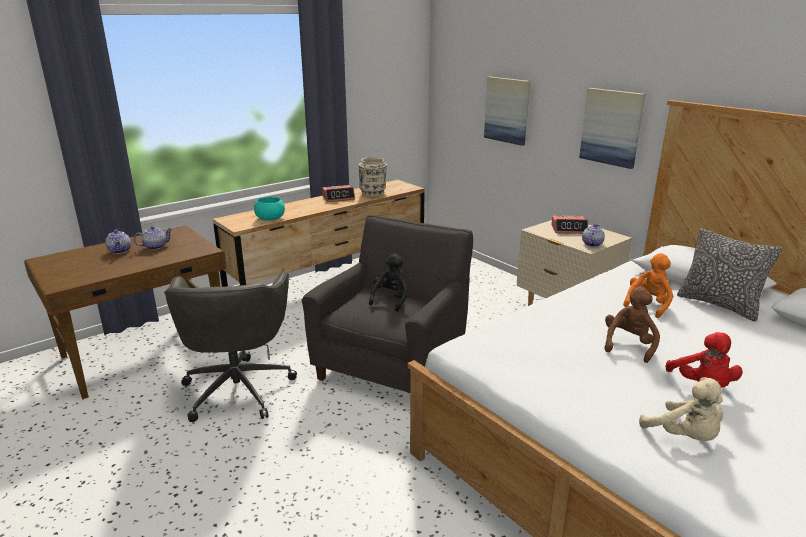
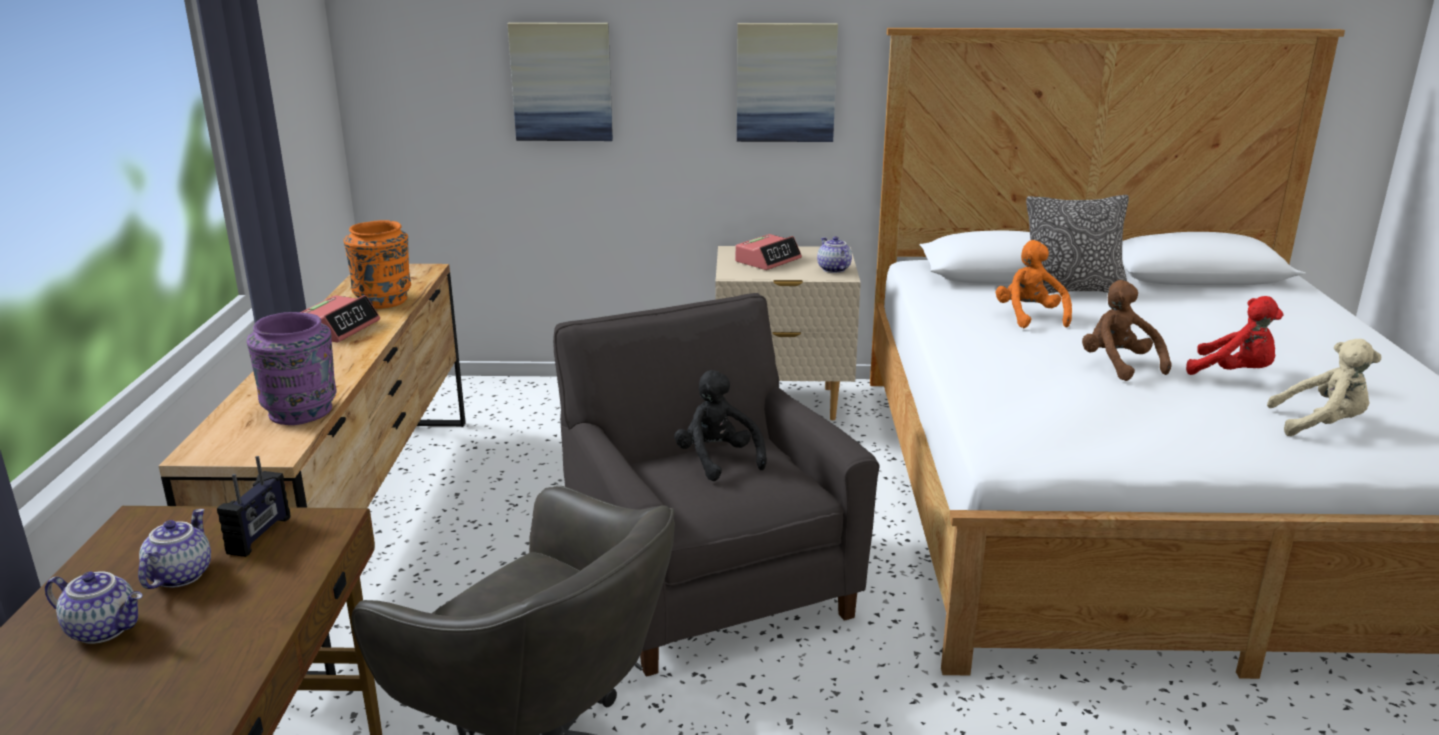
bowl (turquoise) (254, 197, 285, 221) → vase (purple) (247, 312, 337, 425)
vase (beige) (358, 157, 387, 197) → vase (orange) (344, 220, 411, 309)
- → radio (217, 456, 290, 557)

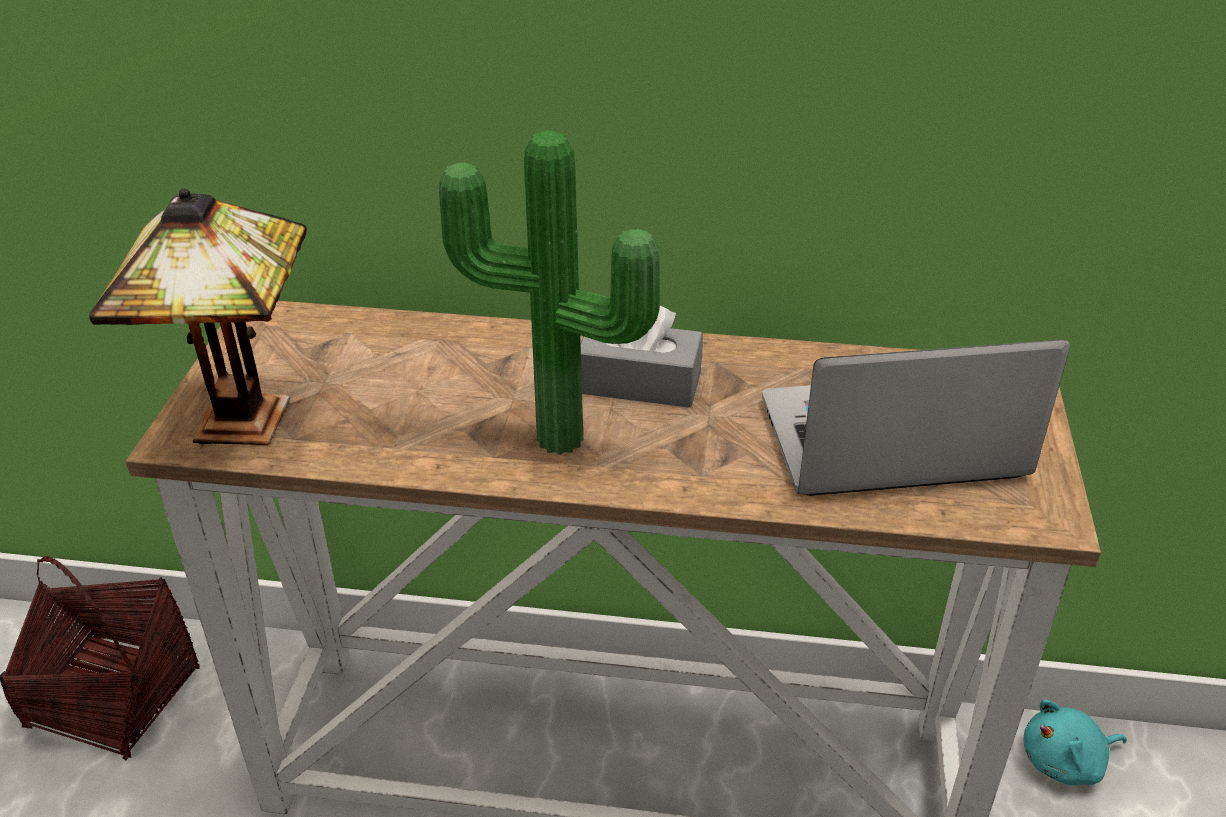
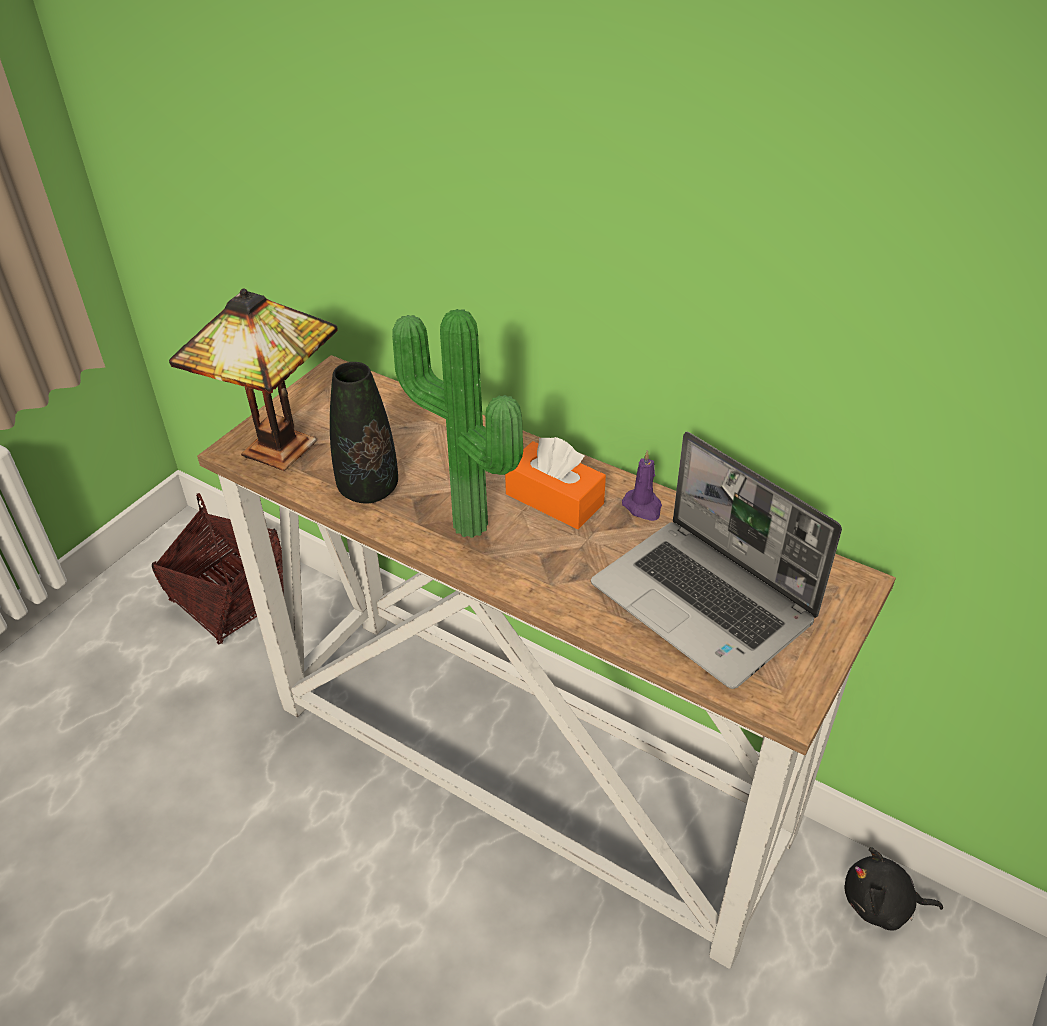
tissue box (grey) (581, 306, 703, 408) → tissue box (orange) (505, 437, 606, 529)
laptop (762, 339, 1070, 496) → laptop (591, 432, 842, 689), 150 degrees counterclockwise
plush toy (turquoise) (1024, 699, 1127, 785) → plush toy (black) (844, 847, 943, 930)
- → vase (black) (330, 362, 398, 504)
- → candle (purple) (622, 450, 662, 521)

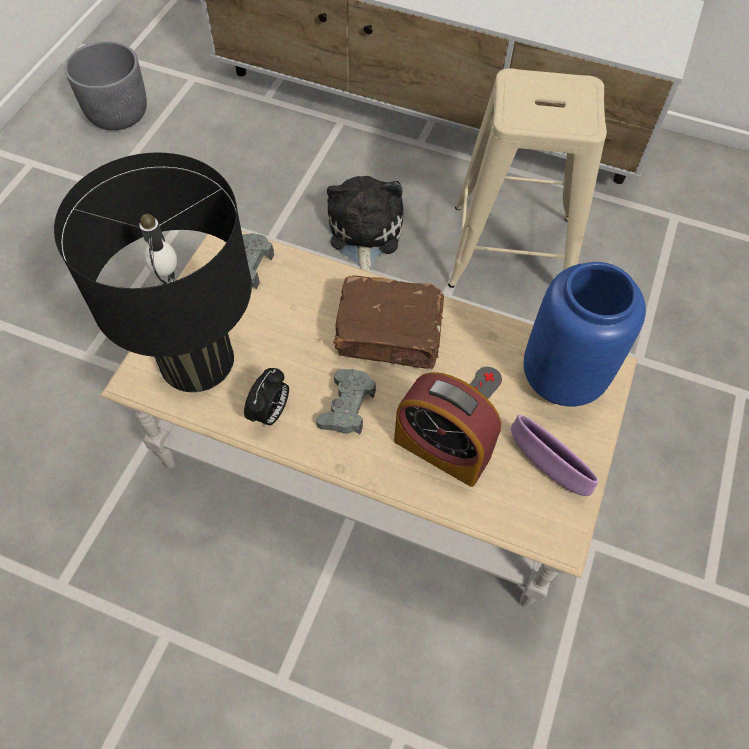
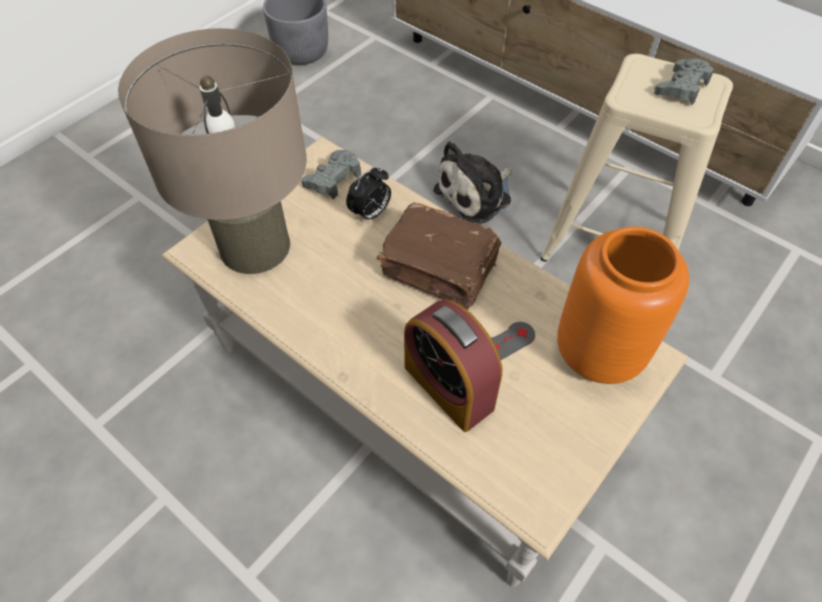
table lamp (black) (54, 153, 252, 392) → table lamp (beige) (118, 28, 307, 274)
alarm clock (244, 368, 289, 427) → alarm clock (346, 166, 391, 223), shifted
game controller (grey) (316, 369, 376, 434) → game controller (grey) (654, 58, 714, 105), shifted
plush toy (327, 176, 403, 272) → plush toy (433, 141, 512, 223), 150 degrees counterclockwise
bowl (purple) (511, 415, 598, 496) → -
vase (blue) (523, 262, 646, 406) → vase (orange) (557, 226, 689, 384)

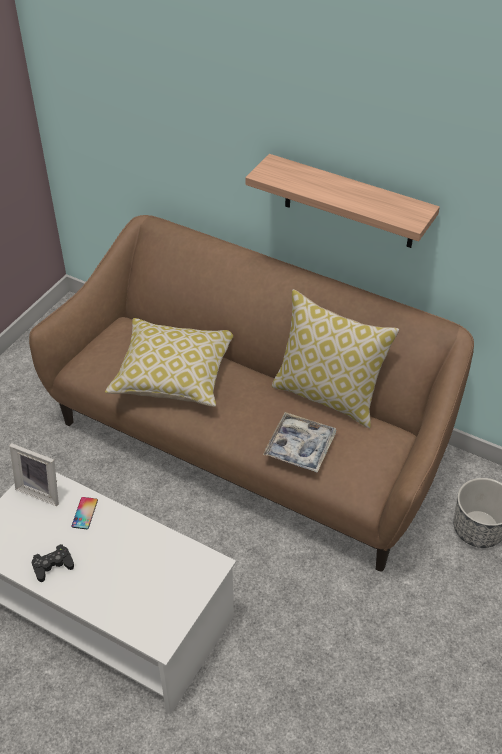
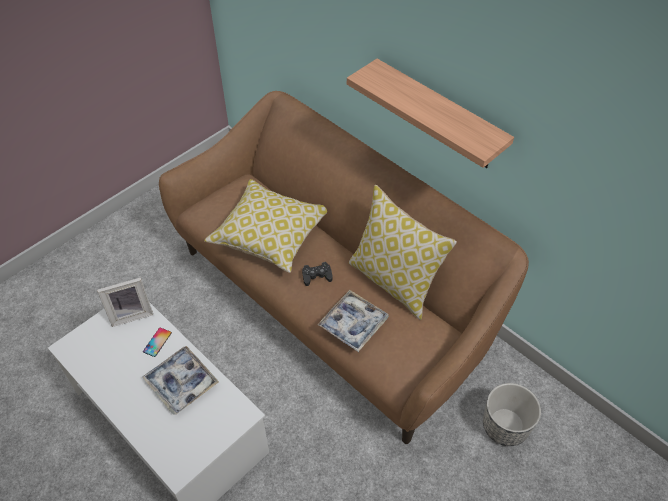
picture frame (9, 443, 59, 506) → picture frame (97, 278, 153, 327), 60 degrees counterclockwise
game controller (black) (32, 544, 74, 582) → game controller (black) (302, 262, 333, 286), shifted
- → tray (142, 346, 219, 415)

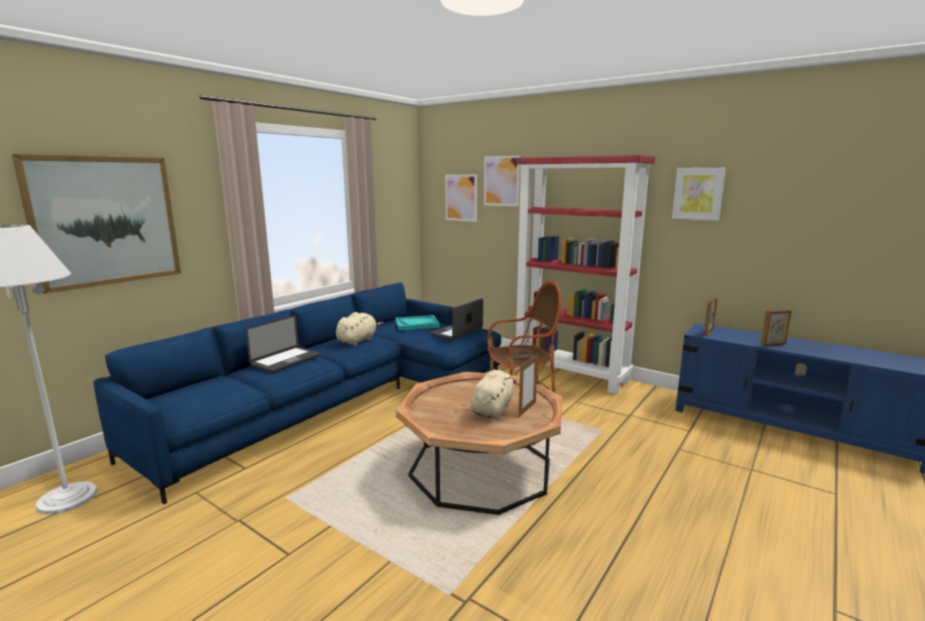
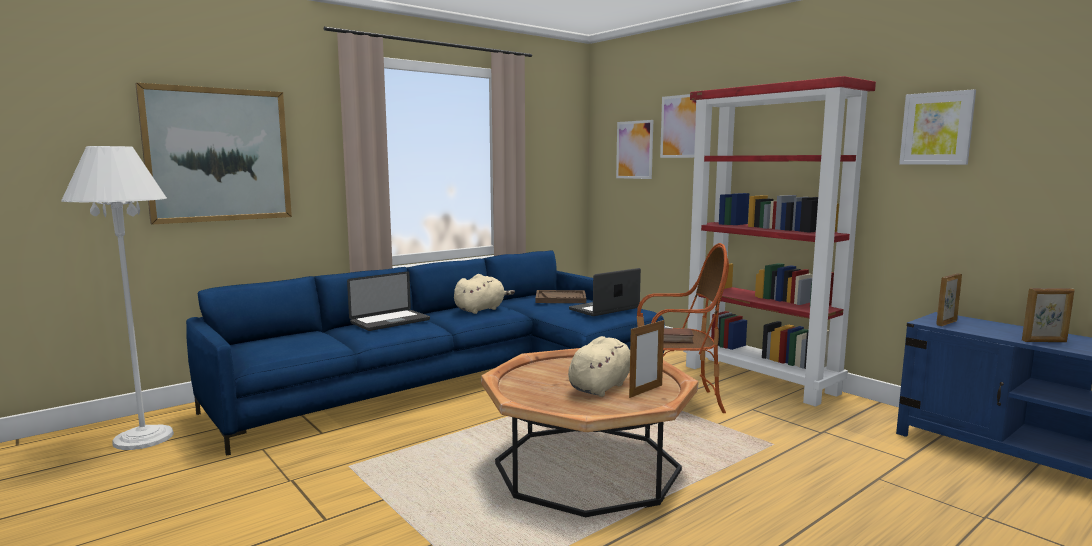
tray (turquoise) (395, 315, 440, 330) → tray (brown) (536, 290, 586, 303)

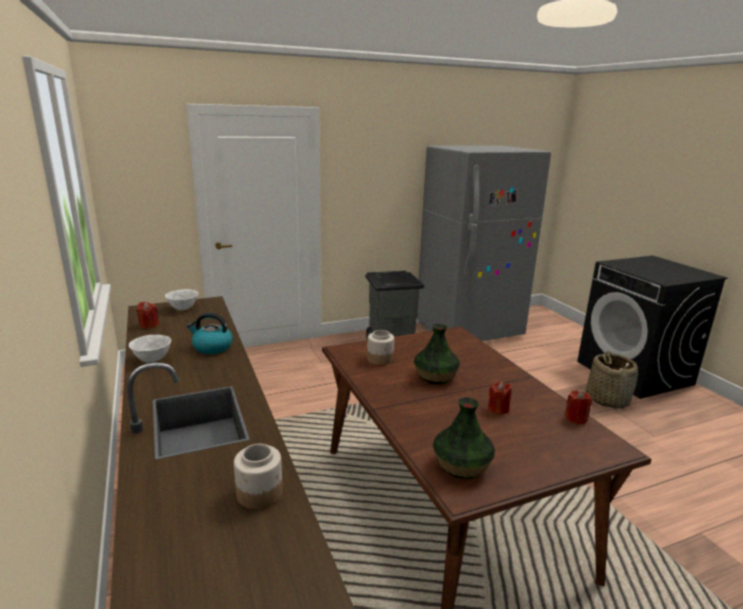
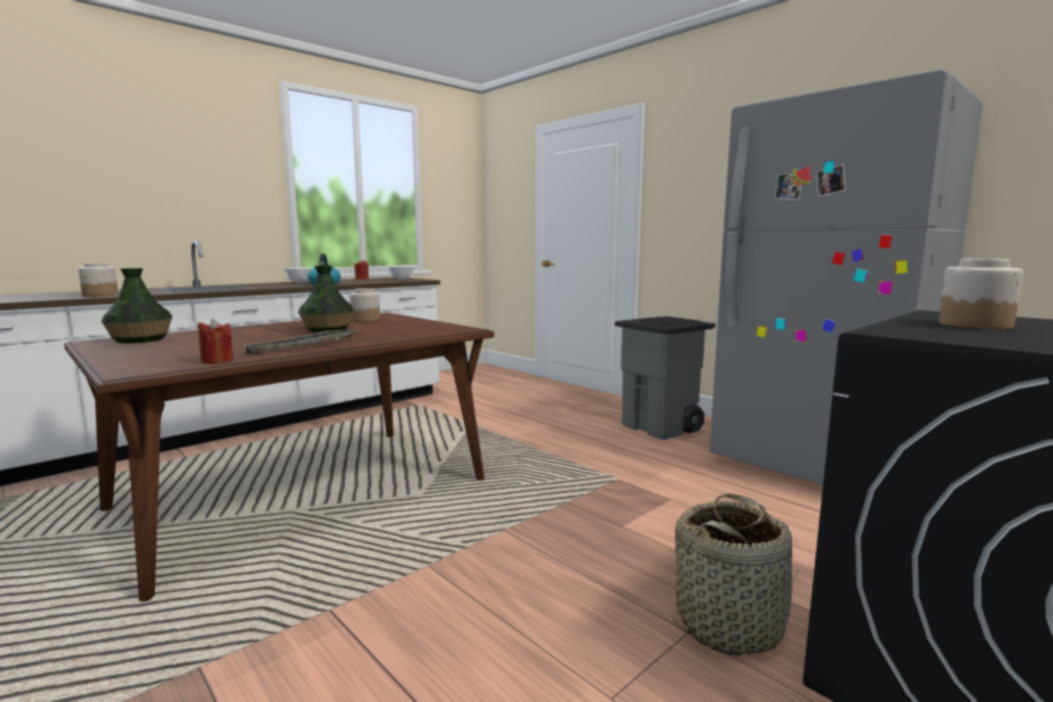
candle (red) (488, 382, 512, 414) → -
- → tray (244, 329, 357, 355)
- → jar (939, 259, 1023, 329)

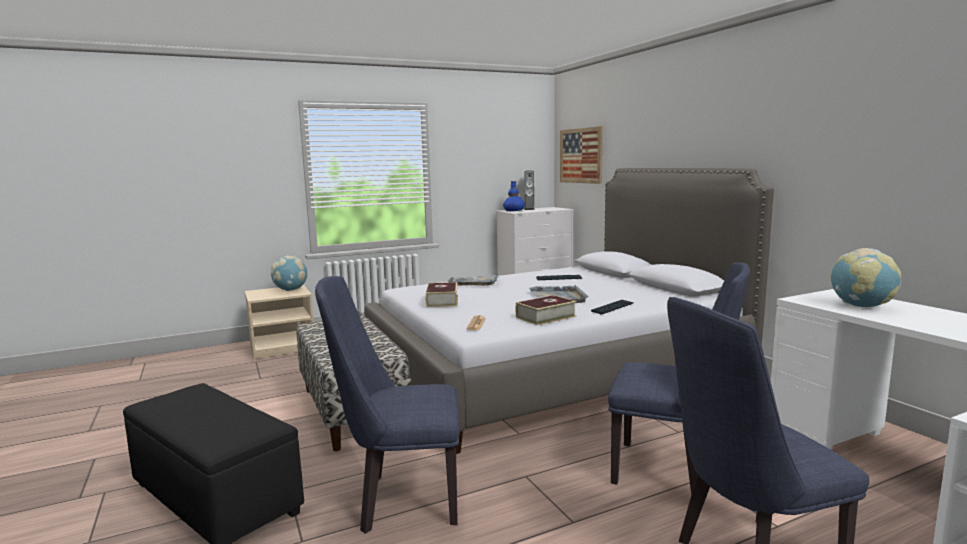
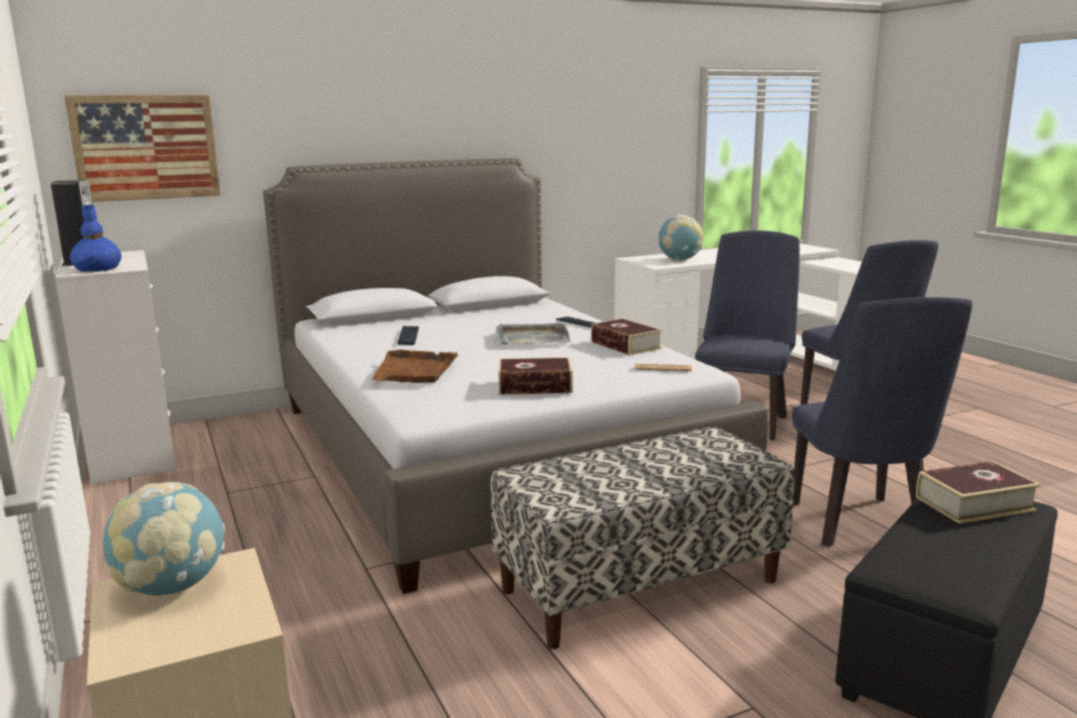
tray (grey) (448, 273, 499, 286) → tray (brown) (371, 349, 458, 383)
- → book (916, 461, 1041, 524)

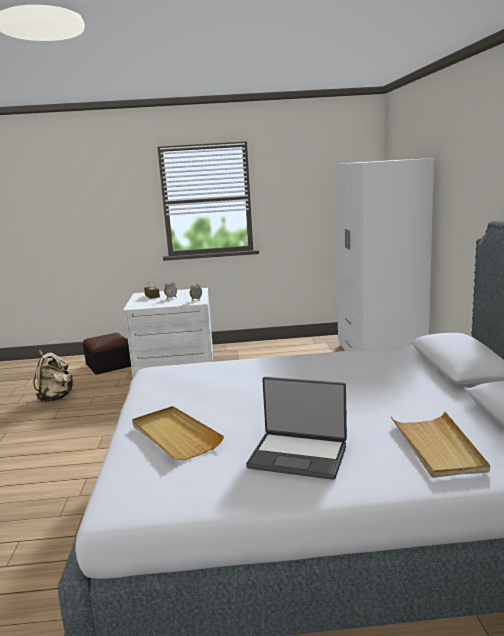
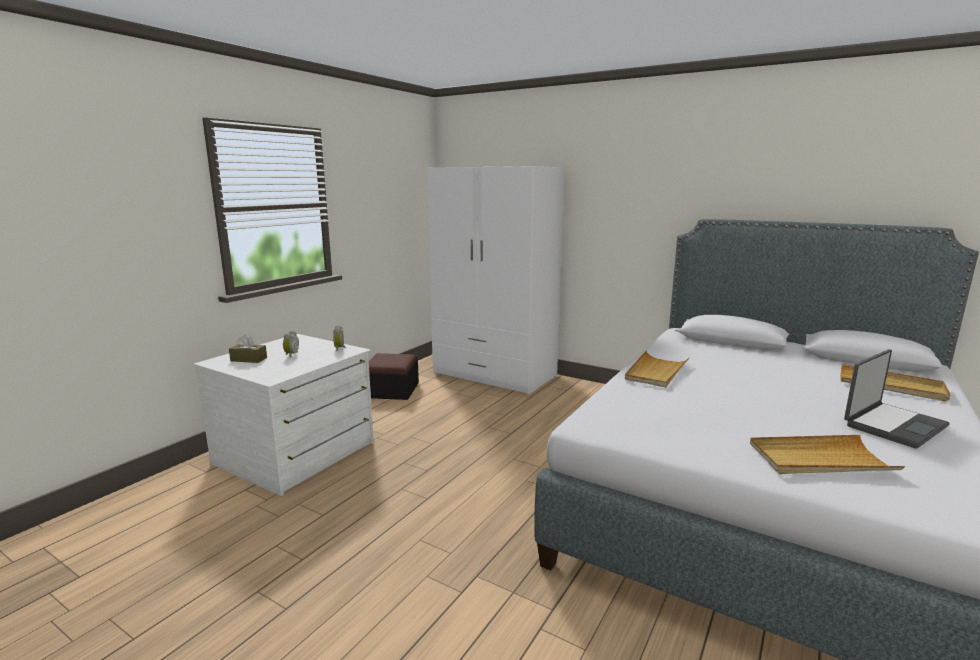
backpack (beige) (33, 350, 75, 402) → -
ottoman (83, 333, 131, 375) → ottoman (369, 353, 419, 400), shifted
- → tray (beige) (625, 350, 689, 388)

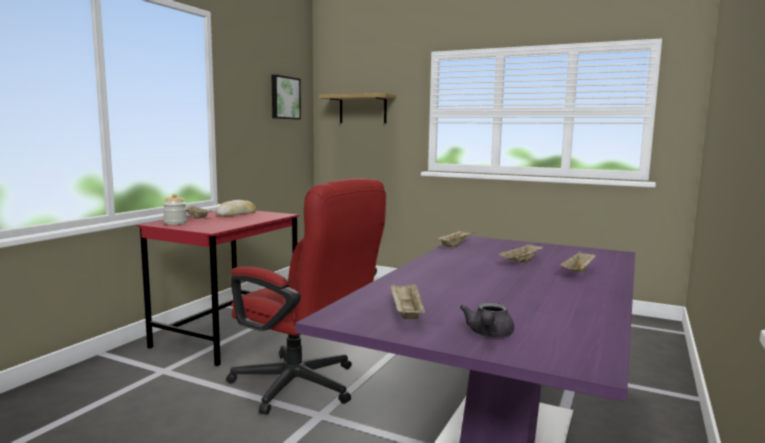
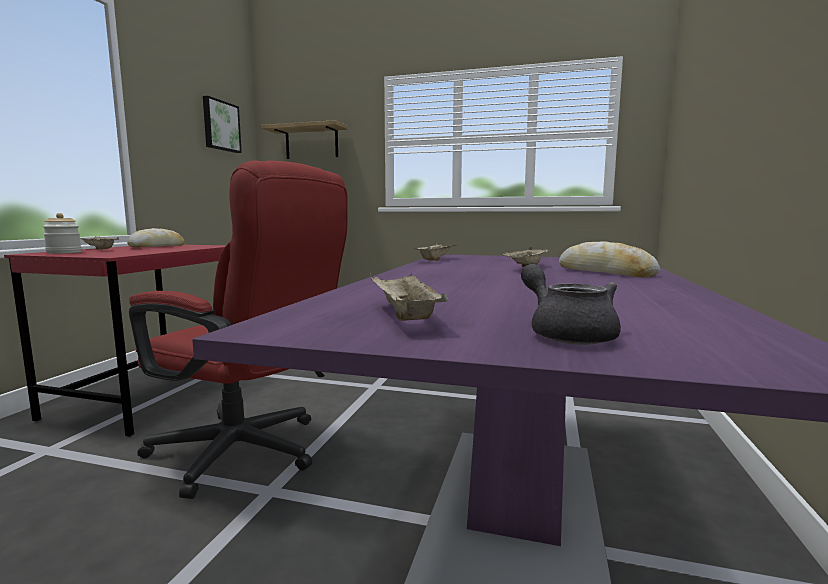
teapot (grey) (460, 302, 514, 337) → teapot (grey) (521, 264, 621, 345), 150 degrees clockwise
tray (beige) (560, 251, 596, 273) → bread (559, 241, 660, 277)

